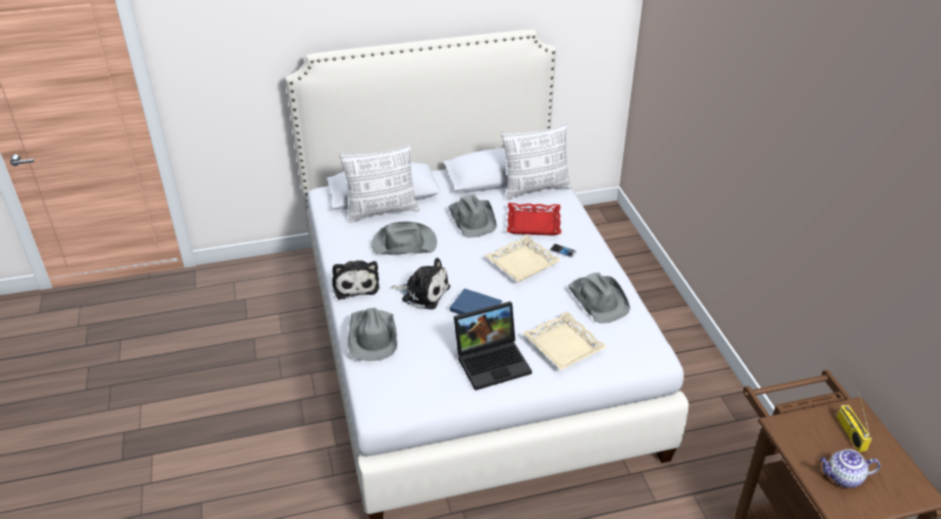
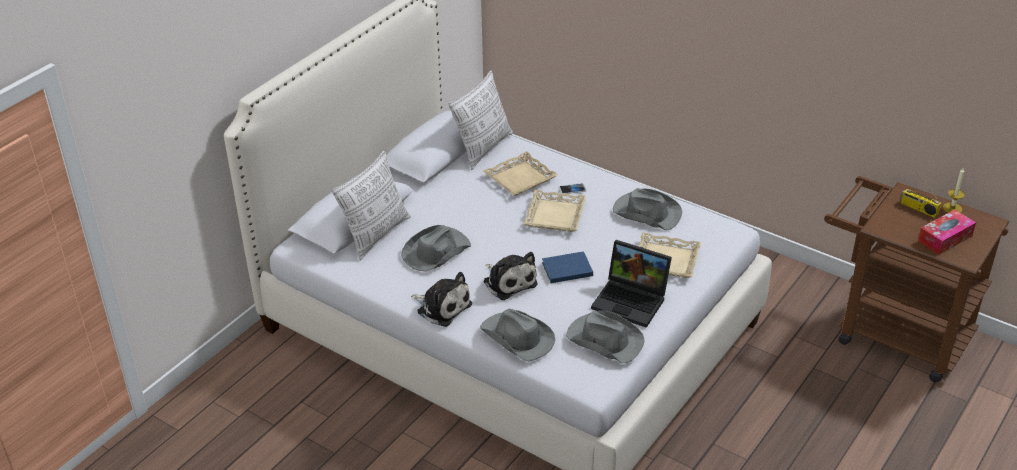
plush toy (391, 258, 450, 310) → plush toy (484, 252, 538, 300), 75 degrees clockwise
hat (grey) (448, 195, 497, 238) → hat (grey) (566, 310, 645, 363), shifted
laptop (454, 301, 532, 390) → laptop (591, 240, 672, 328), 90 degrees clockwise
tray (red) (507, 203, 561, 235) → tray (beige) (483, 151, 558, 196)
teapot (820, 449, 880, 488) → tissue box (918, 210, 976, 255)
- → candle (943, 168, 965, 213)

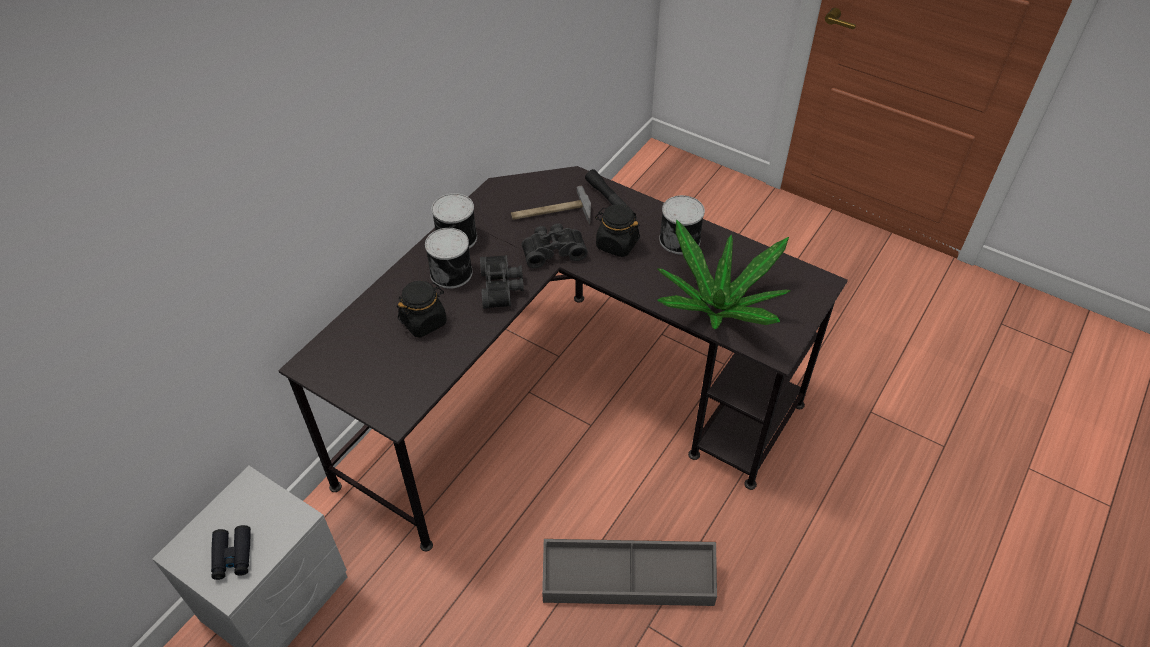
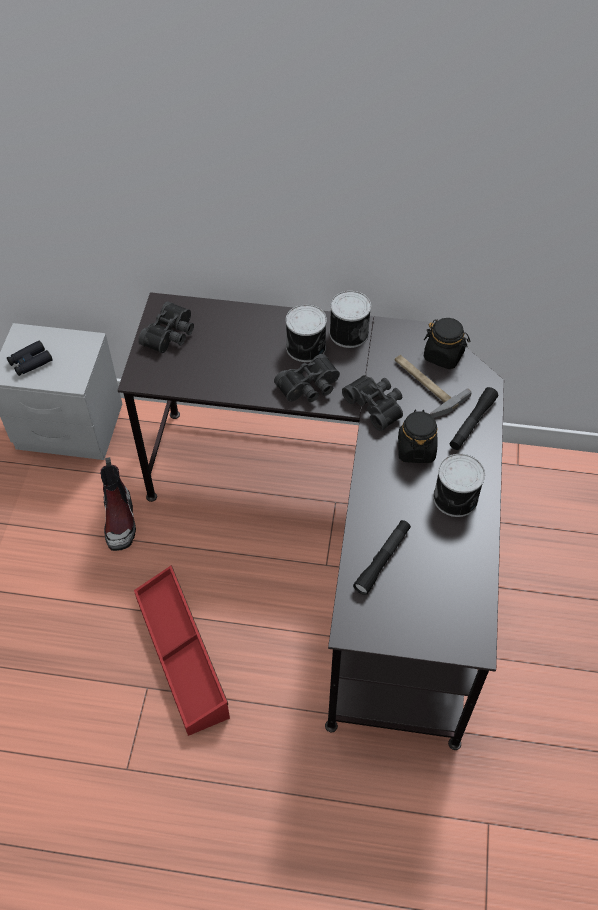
jar (black) (397, 281, 447, 338) → jar (black) (424, 318, 471, 369), shifted
storage box (grey) (542, 539, 717, 606) → storage box (red) (134, 565, 230, 736)
potted plant (657, 220, 791, 329) → flashlight (black) (353, 520, 411, 595)
- → boot (100, 457, 136, 551)
- → binoculars (black) (138, 301, 194, 353)

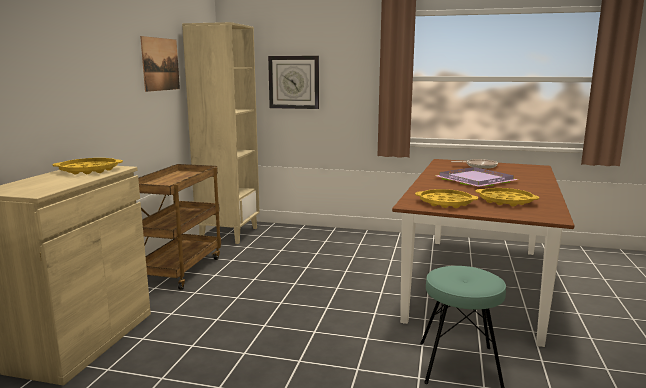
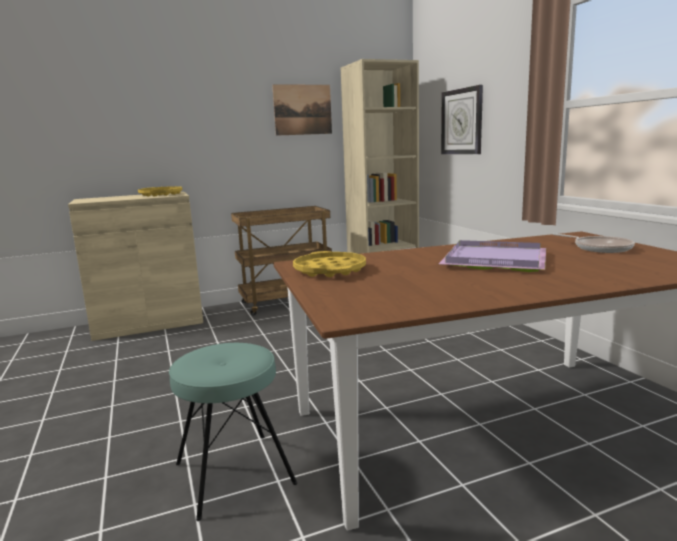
tray (yellow) (475, 188, 539, 207) → -

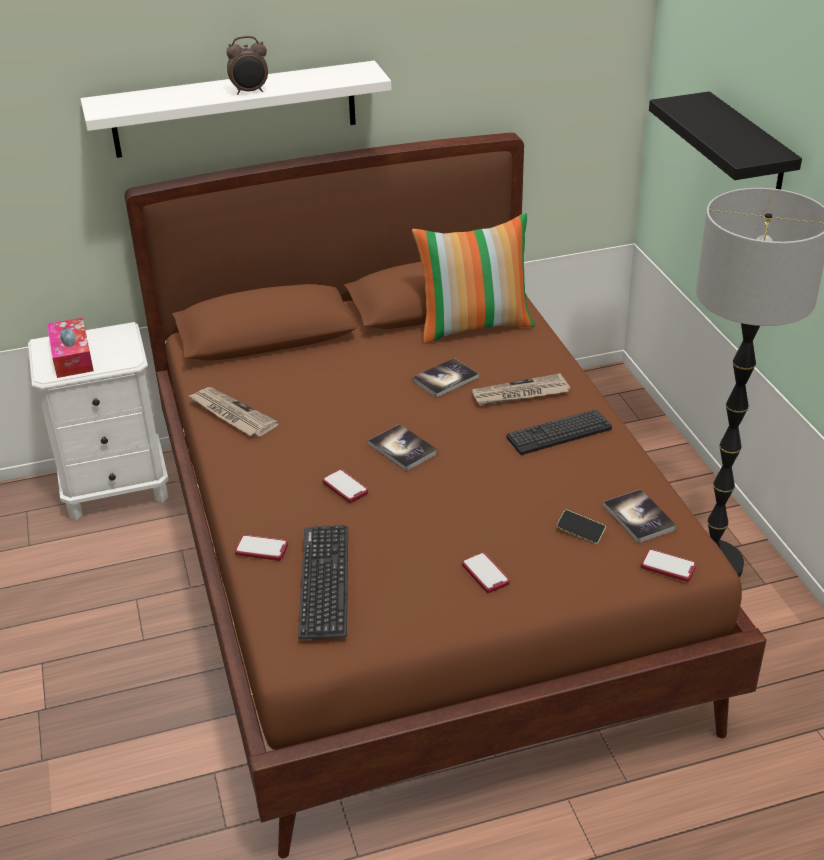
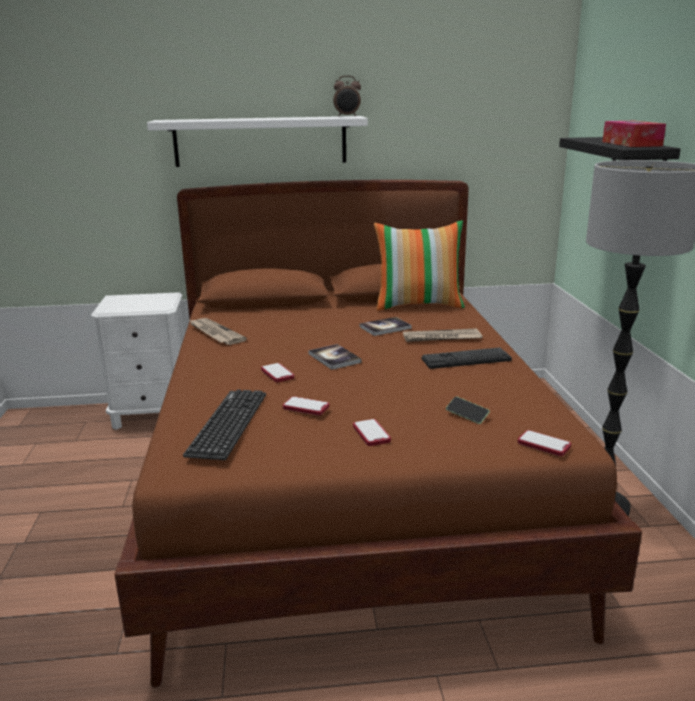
tissue box (47, 317, 94, 378) → tissue box (603, 121, 666, 147), shifted
alarm clock (226, 36, 268, 95) → alarm clock (333, 76, 361, 116), shifted
phone (235, 535, 288, 561) → phone (283, 396, 329, 415), shifted
book (603, 489, 677, 543) → -

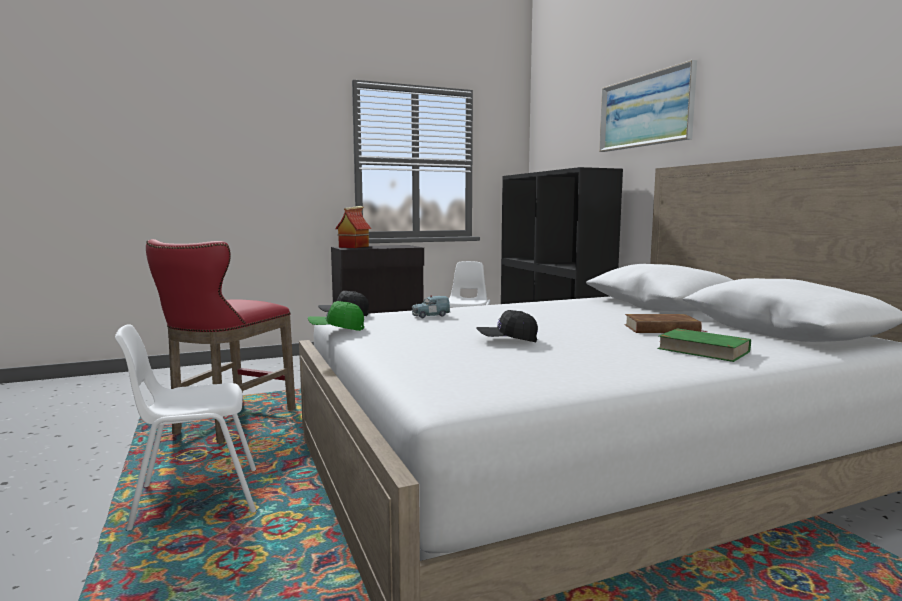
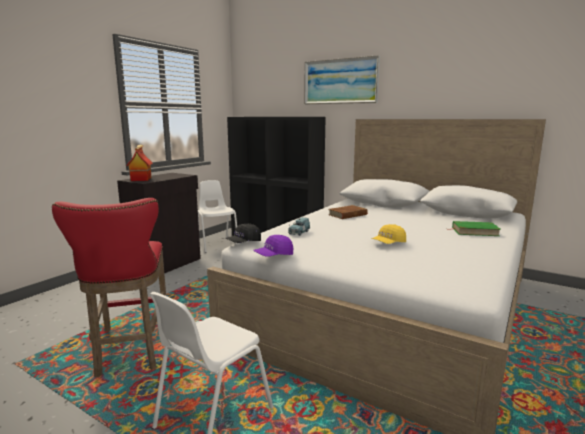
cap (green) (308, 301, 364, 331) → cap (purple) (253, 235, 293, 257)
cap (black) (476, 310, 538, 342) → cap (yellow) (371, 224, 406, 244)
book (brown) (624, 314, 707, 333) → book (brown) (329, 205, 367, 219), shifted

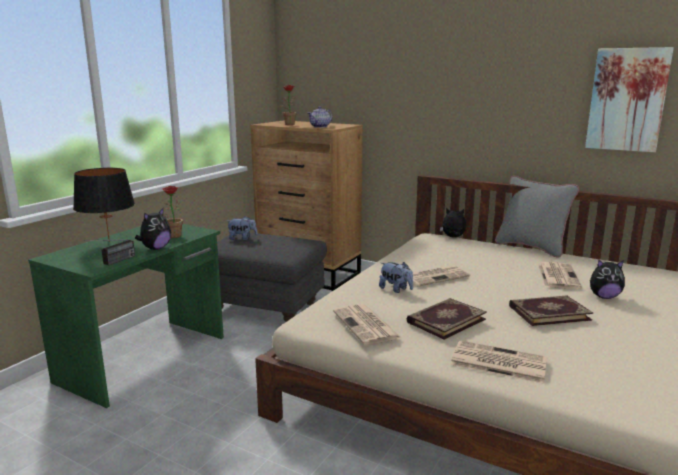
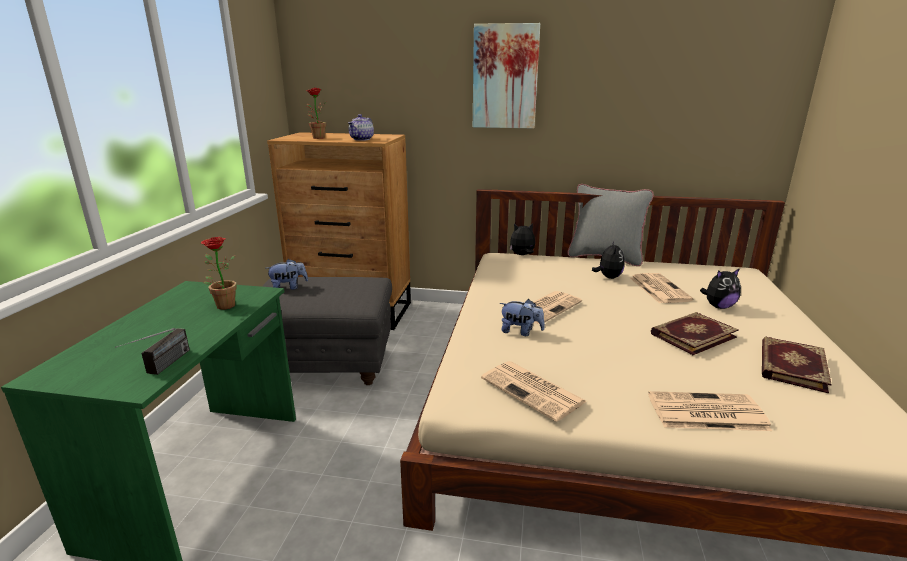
table lamp (black) (73, 168, 135, 242) → -
plush toy (135, 208, 171, 250) → plush toy (592, 241, 625, 279), shifted
book (407, 298, 487, 340) → book (762, 337, 832, 393), shifted
picture (585, 47, 674, 152) → picture (473, 23, 540, 128), shifted

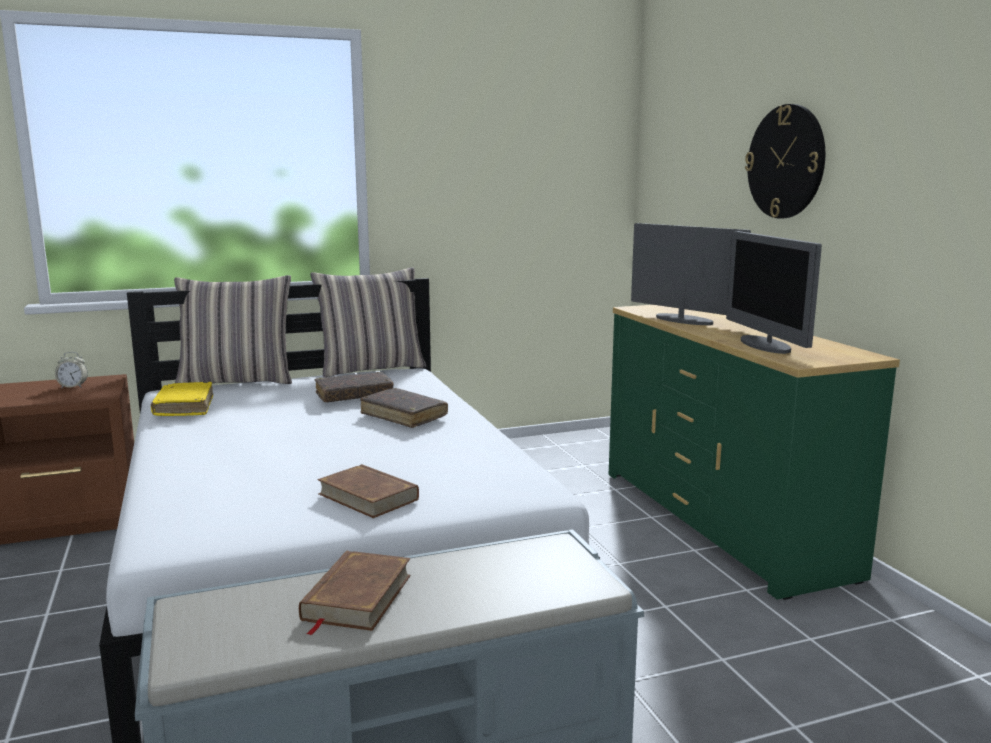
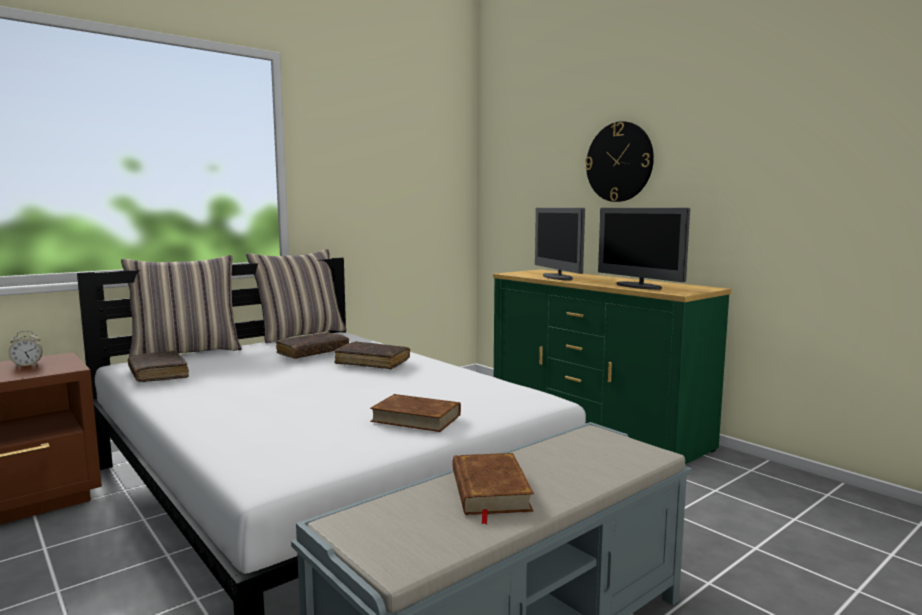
book (yellow) (151, 382, 213, 416) → book (brown) (128, 350, 189, 382)
monitor (631, 223, 751, 325) → monitor (535, 208, 585, 280), 135 degrees counterclockwise

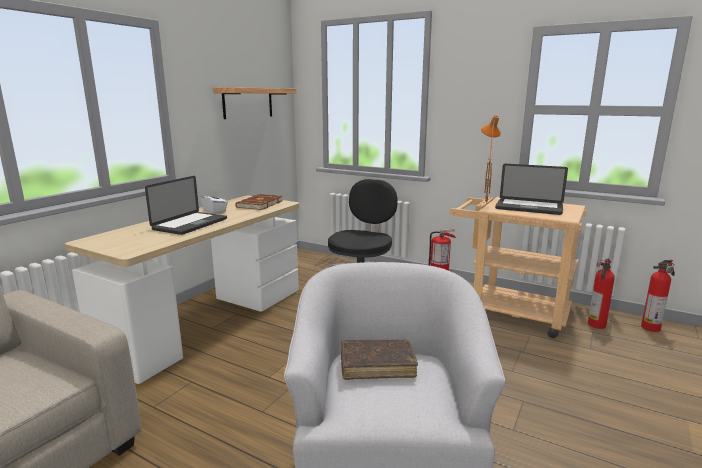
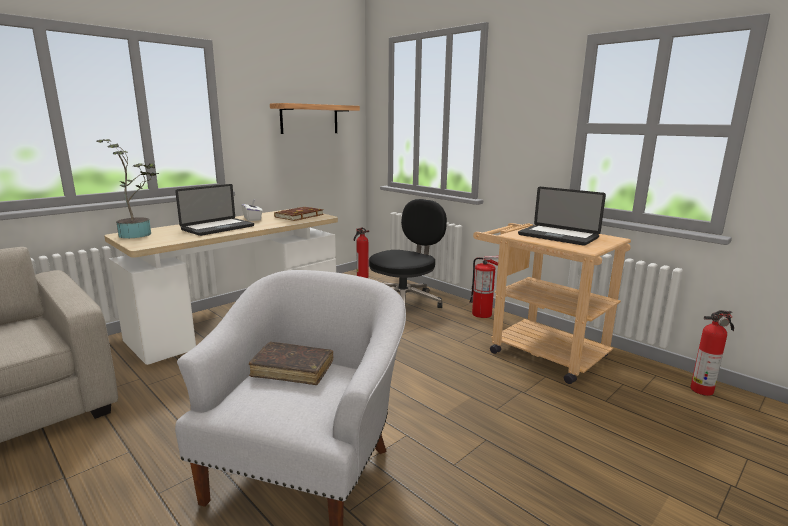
table lamp (orange) (481, 115, 501, 204) → -
fire extinguisher (588, 258, 615, 329) → fire extinguisher (354, 227, 369, 278), shifted
- → potted plant (96, 139, 159, 238)

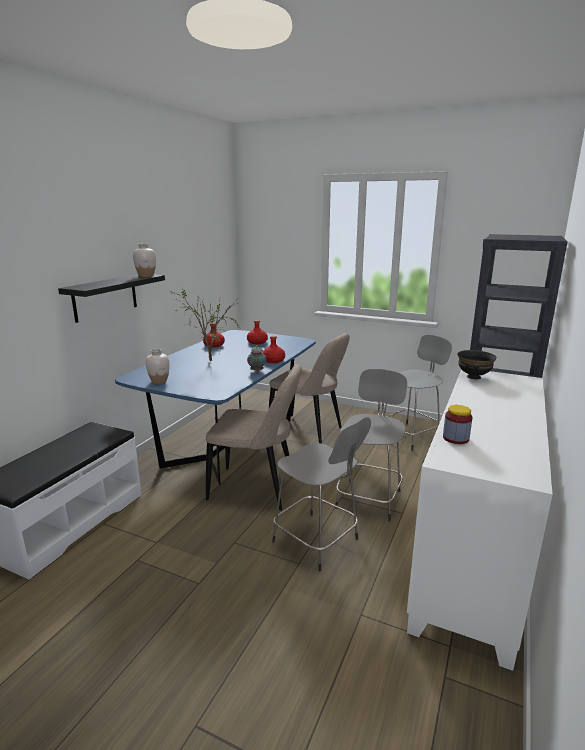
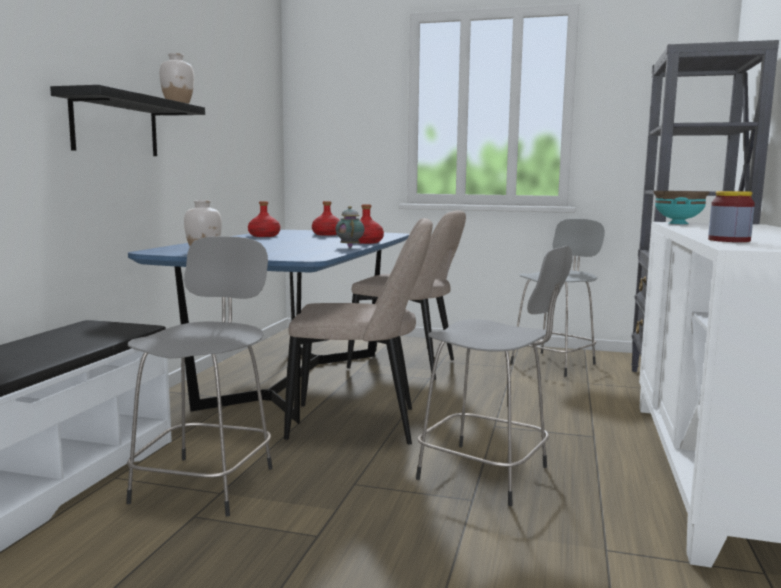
potted plant (170, 289, 242, 361) → -
stool (grey) (335, 369, 407, 521) → stool (grey) (126, 236, 273, 517), shifted
bowl (black) (457, 350, 497, 379) → bowl (turquoise) (653, 191, 710, 224)

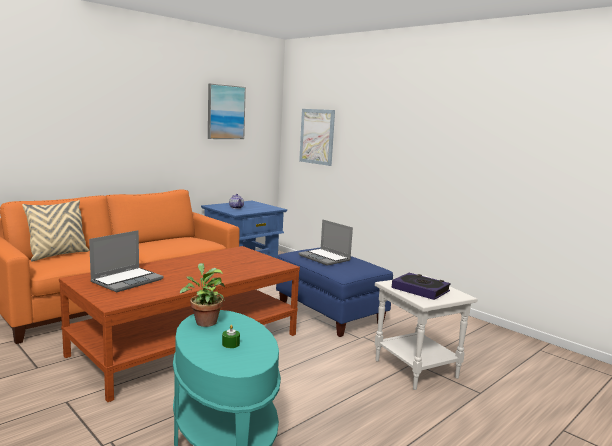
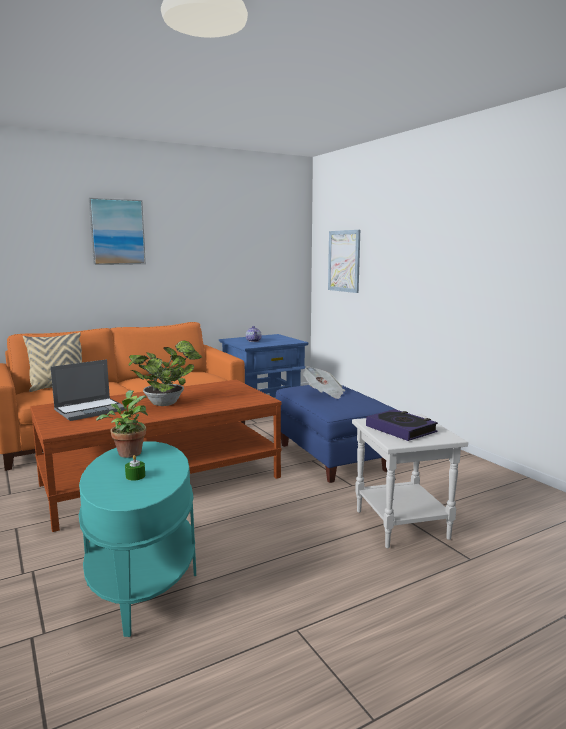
picture (208, 84, 246, 139) → picture (89, 198, 146, 265), shifted
laptop (299, 219, 353, 266) → newspaper (303, 367, 345, 399)
- → potted plant (128, 340, 203, 406)

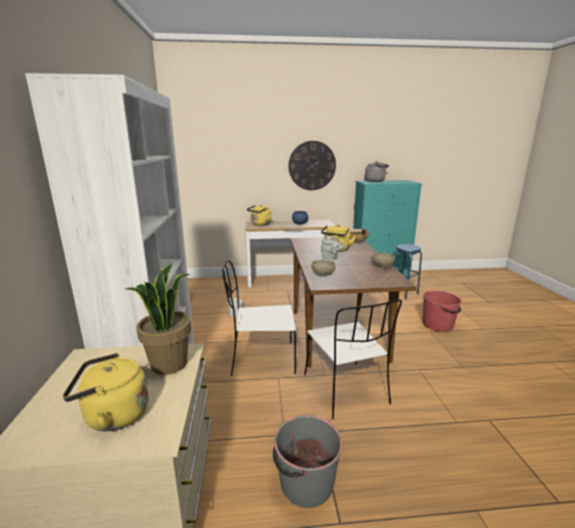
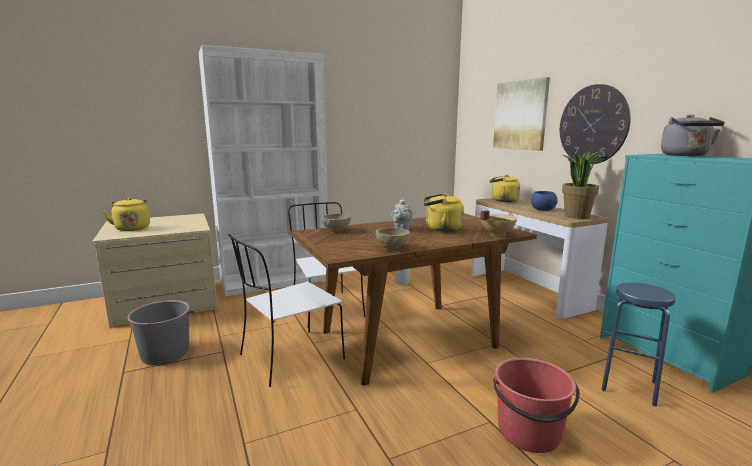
potted plant (125, 263, 191, 375) → potted plant (562, 150, 608, 219), shifted
- → picture (493, 77, 550, 151)

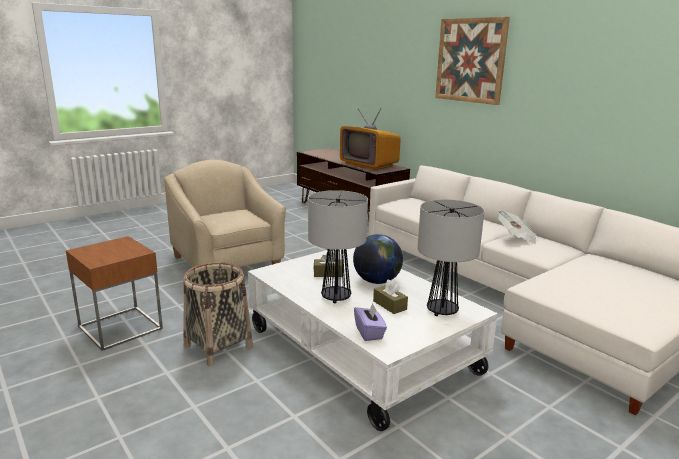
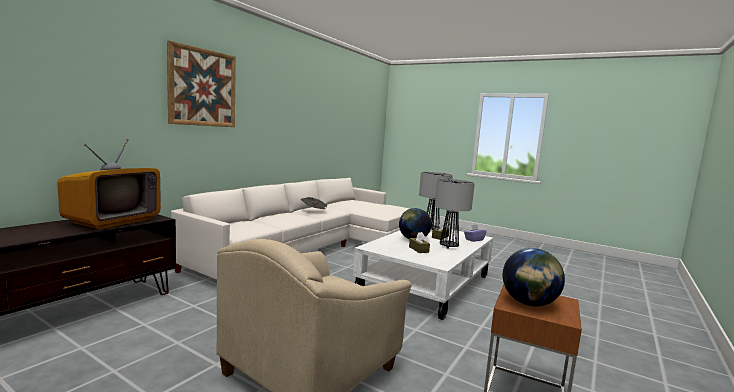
basket (183, 262, 253, 366) → -
- → globe (503, 248, 565, 306)

